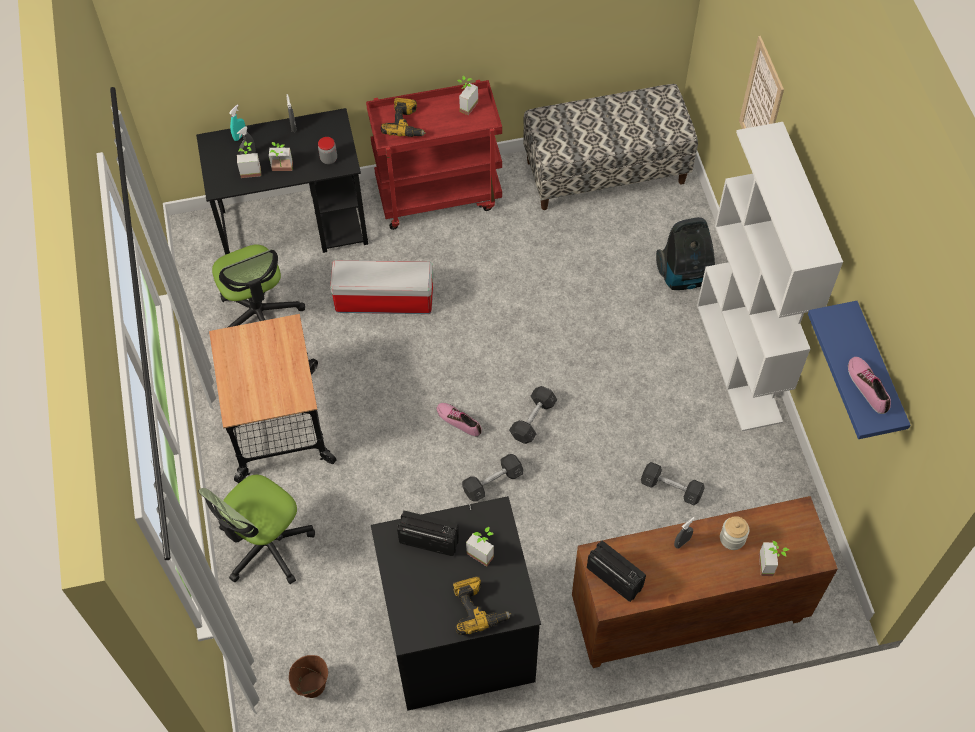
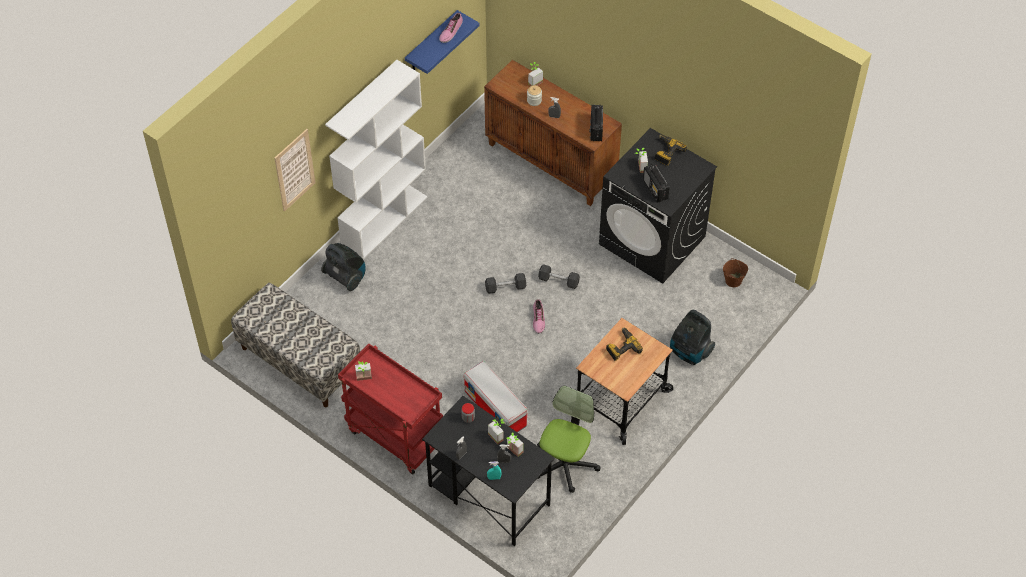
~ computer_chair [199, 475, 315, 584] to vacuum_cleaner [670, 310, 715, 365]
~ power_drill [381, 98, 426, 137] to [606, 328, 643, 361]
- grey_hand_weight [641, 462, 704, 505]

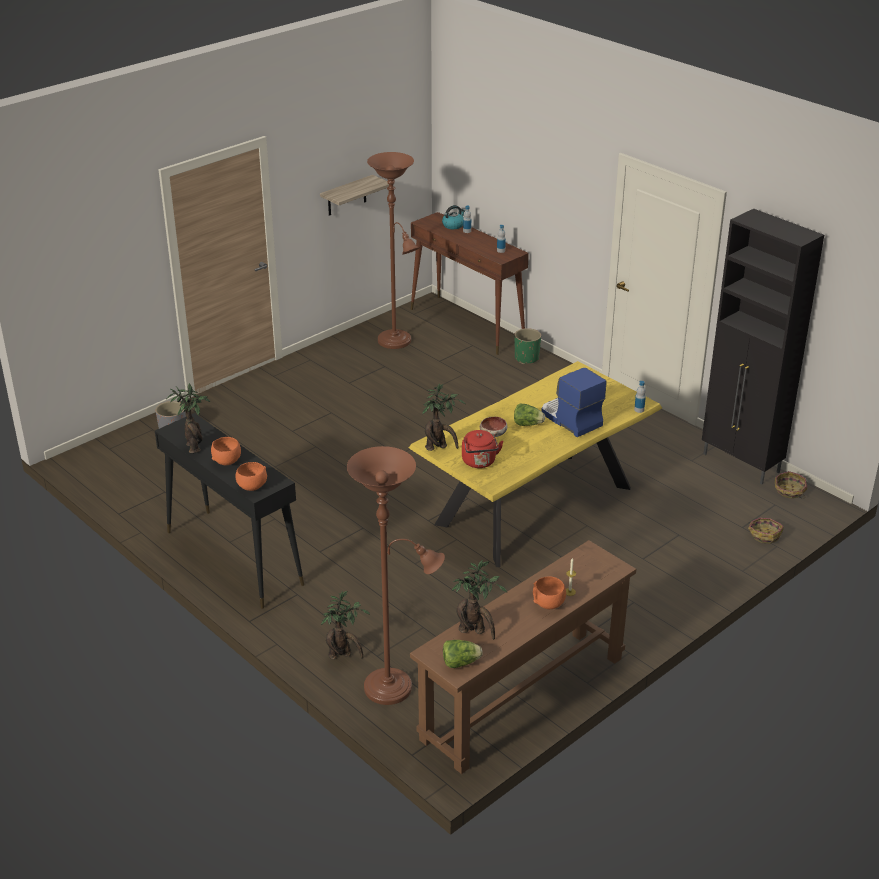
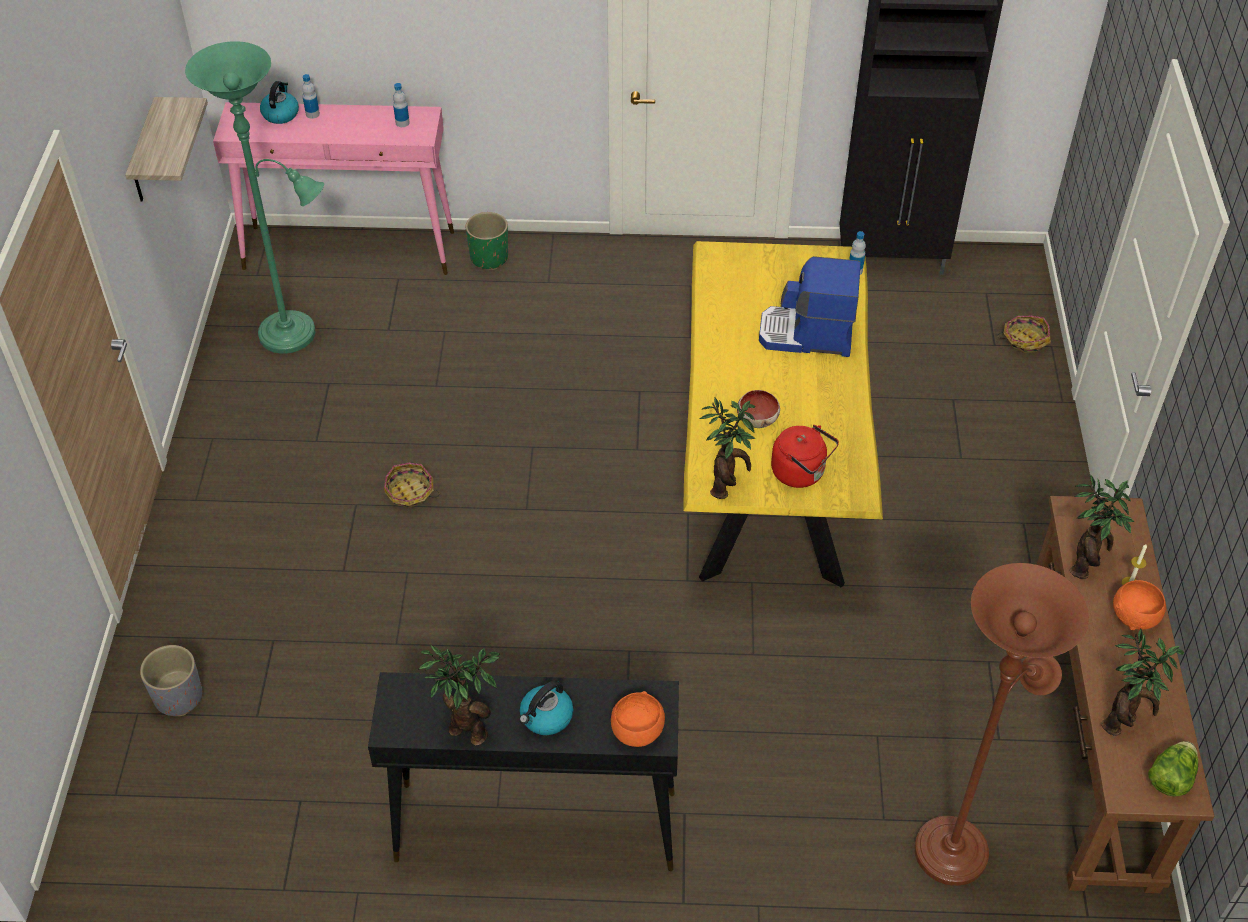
~ orange_bowl [211, 437, 241, 465] to tea_kettle [519, 680, 573, 735]
~ potted_plant [321, 591, 370, 659] to [1070, 475, 1135, 579]
~ brown_standing_lamp [367, 152, 420, 349] to greenish_standing_lamp [185, 41, 324, 354]
~ brown_console_table [411, 212, 529, 355] to pinkish_console_table [213, 102, 454, 275]
- head_of_lettuce [514, 403, 545, 426]
~ storage_basket [775, 471, 808, 499] to [384, 463, 439, 508]

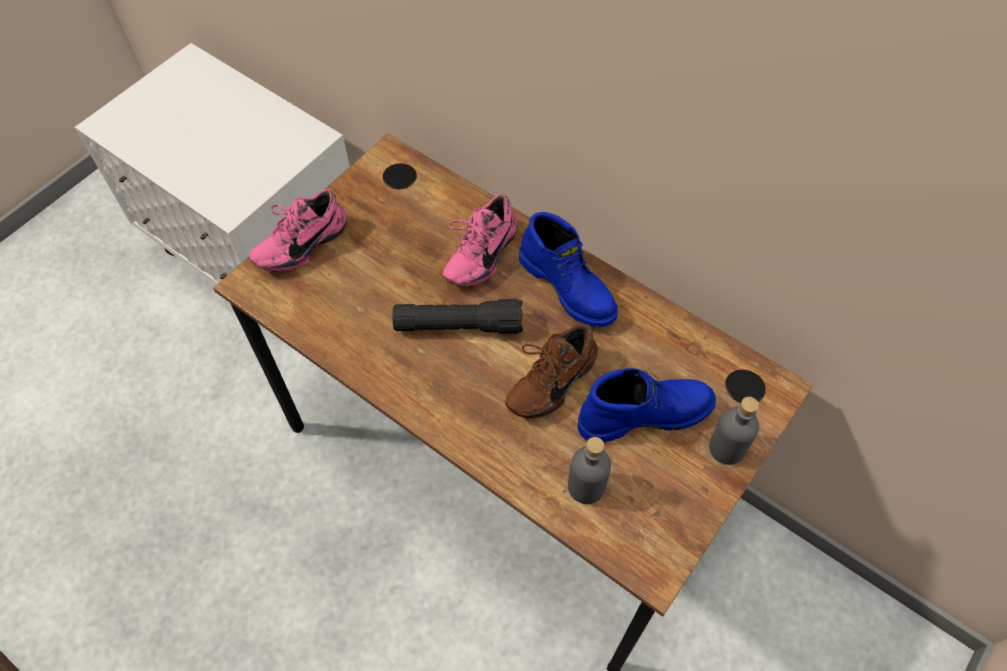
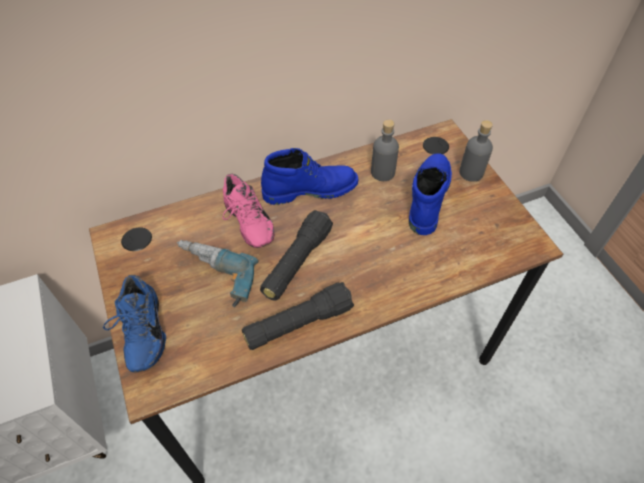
~ pinkish_shoe [249, 190, 347, 272] to blue-coloured_shoe [103, 275, 166, 373]
- brown_shoe [505, 323, 598, 418]
~ grey_bottle [568, 437, 611, 504] to [371, 120, 399, 181]
+ power_drill [177, 240, 258, 307]
+ black_flashlight [242, 282, 354, 350]

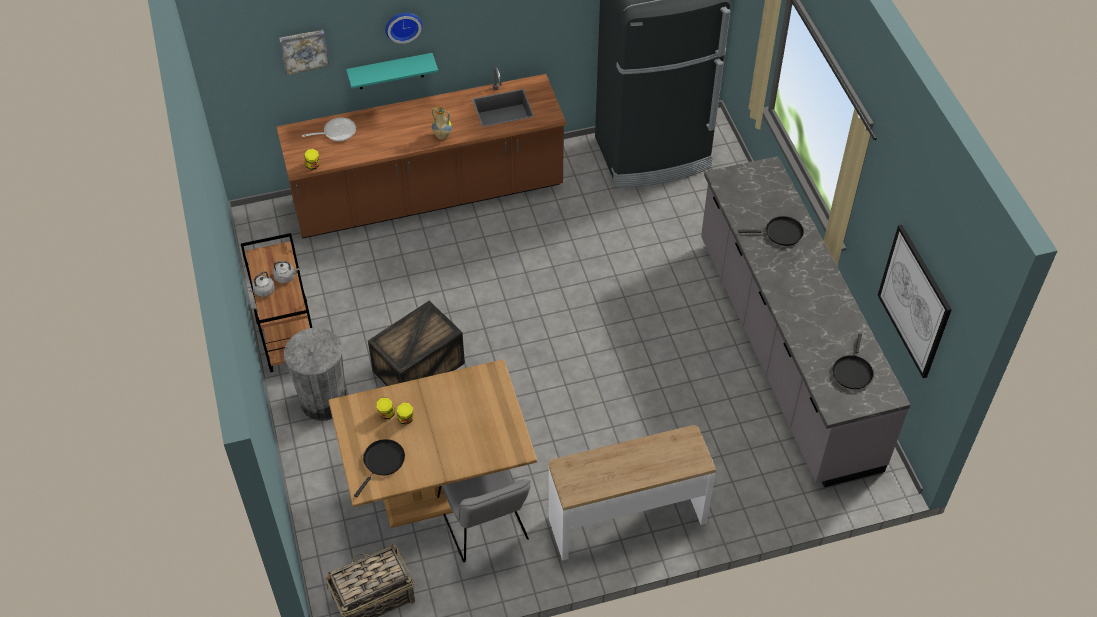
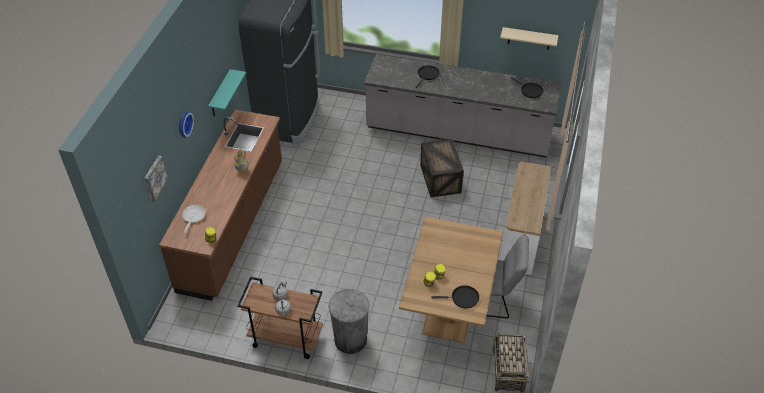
~ turquoise_wall_shelf [346, 53, 438, 89] to [208, 69, 246, 116]
~ black_frying_pan [354, 439, 405, 498] = [431, 285, 479, 309] 120 degrees clockwise
~ packing_crate [368, 301, 465, 386] to [420, 139, 464, 198]
~ picture [878, 225, 952, 378] to sand-coloured_wall_shelf [500, 27, 559, 50]

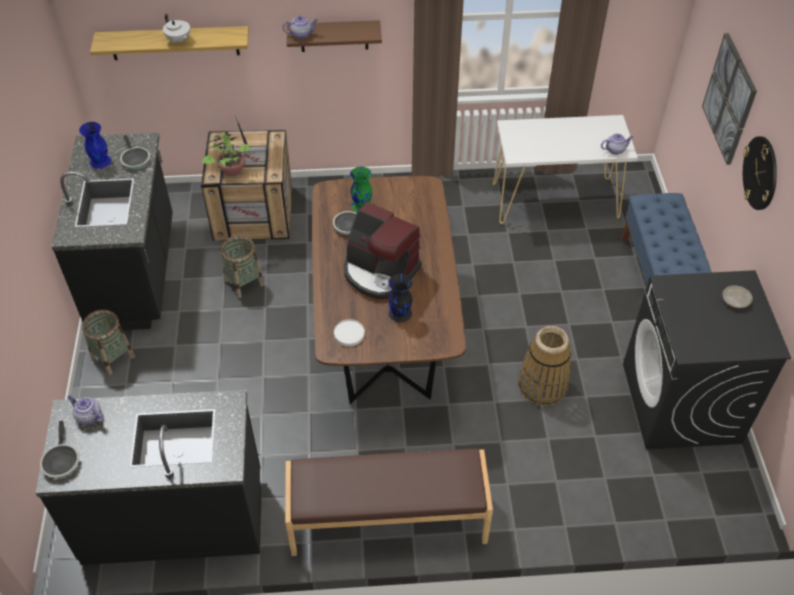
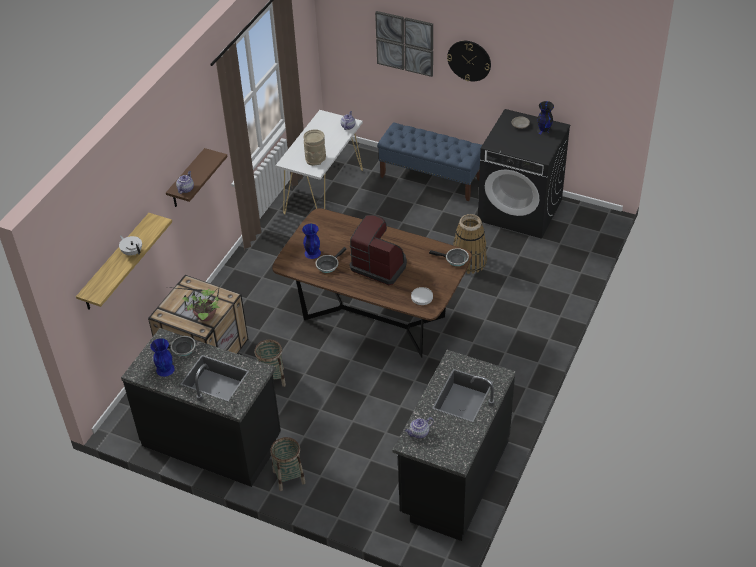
~ frying_pan [40, 421, 79, 478] to [429, 248, 469, 266]
~ white_tea_pot [163, 14, 190, 43] = [119, 235, 142, 256] 120 degrees counterclockwise
- brown_long_seat [285, 449, 493, 556]
~ coffee_machine [344, 202, 422, 299] = [350, 215, 407, 285] 120 degrees counterclockwise
~ greenish_vase [350, 167, 373, 212] to blue-coloured_vase [302, 224, 321, 259]
~ black_vase [388, 274, 413, 322] to [537, 101, 554, 135]
+ sand-coloured_vase [304, 129, 326, 166]

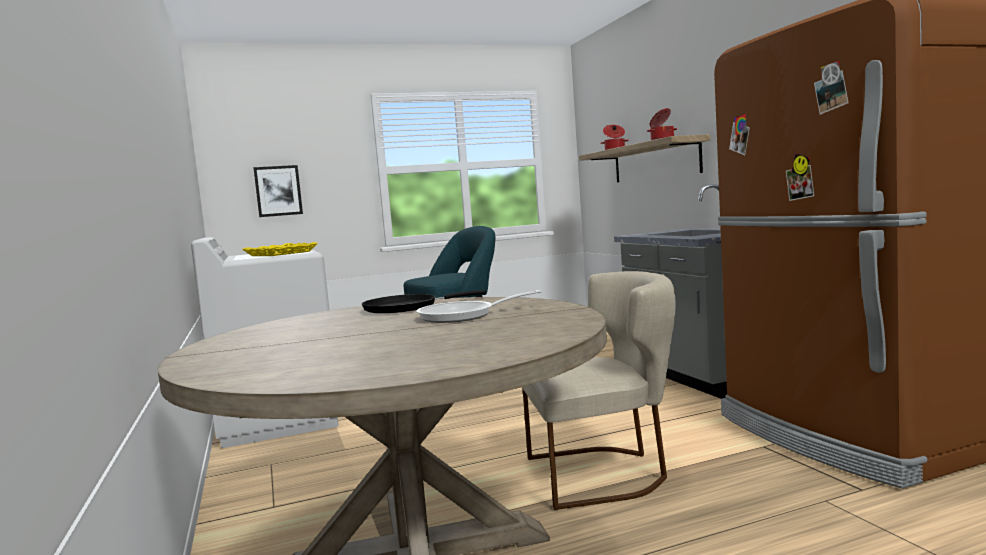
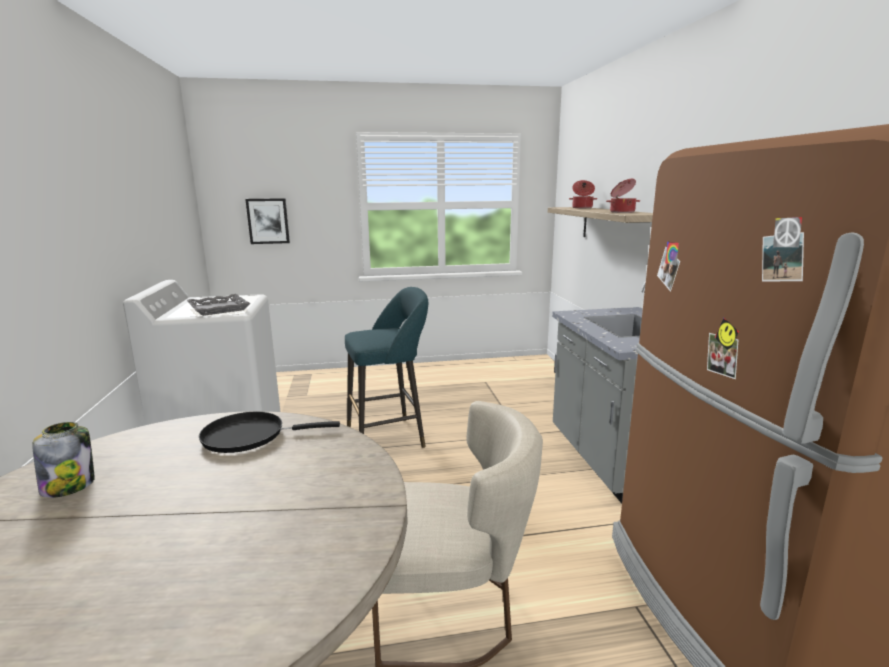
~ yellow-coloured_tray [242, 242, 318, 256] to grey_tray [187, 294, 250, 316]
- frying_pan [417, 290, 541, 323]
+ preserve_jar [32, 422, 95, 498]

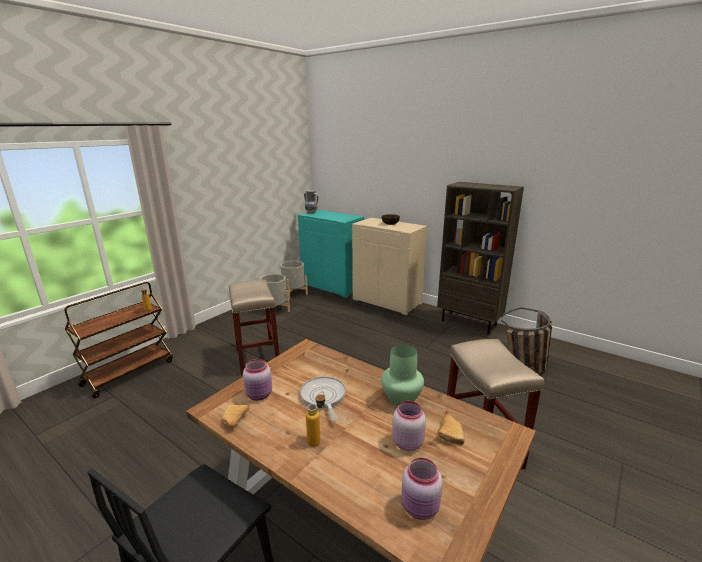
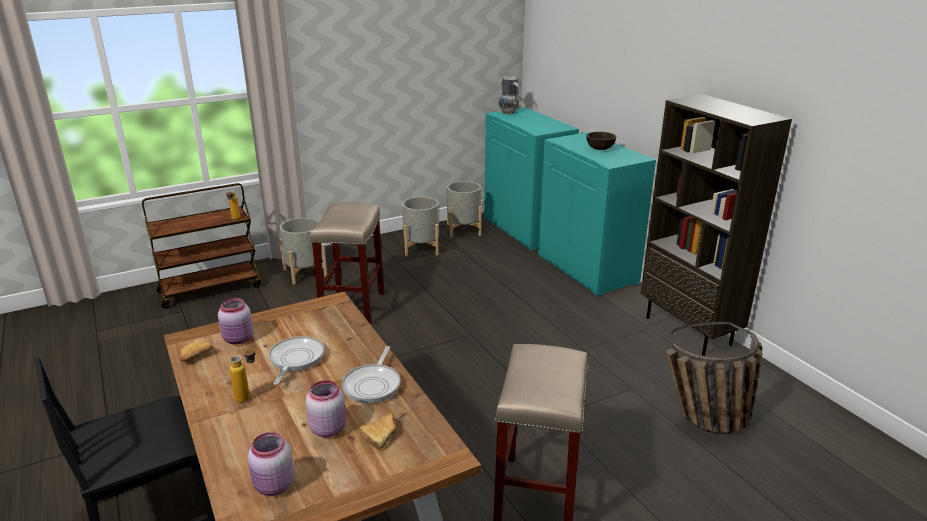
~ sand-coloured_cabinet [352, 218, 427, 315] to turquoise_cabinet [538, 132, 656, 297]
~ greenish_vase [381, 344, 424, 406] to frying_pan [342, 346, 400, 404]
+ grey_flower_pot [279, 218, 327, 284]

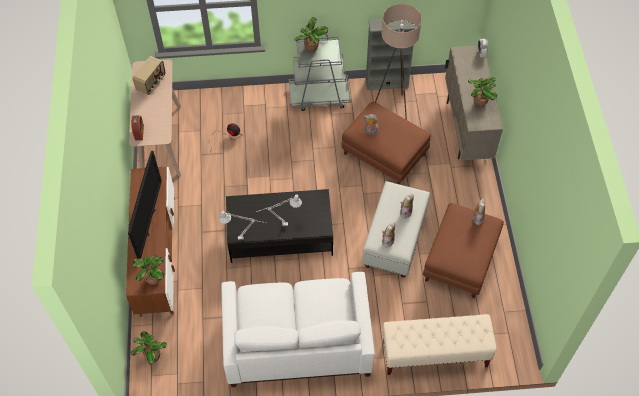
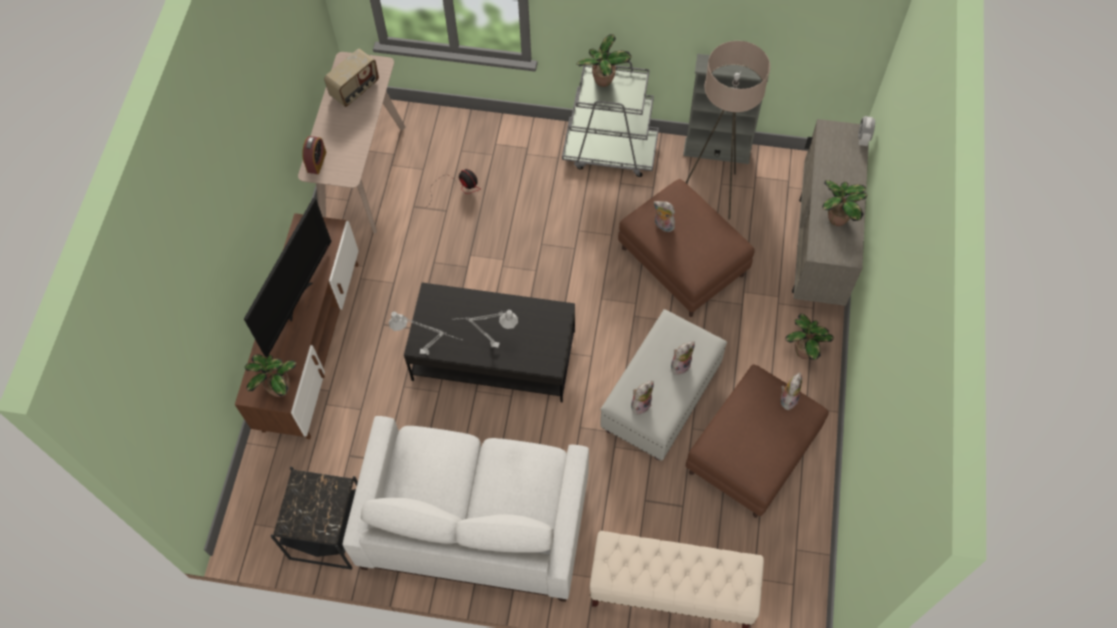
~ potted_plant [131, 332, 167, 364] to [785, 313, 834, 360]
+ black_side_table [271, 466, 358, 570]

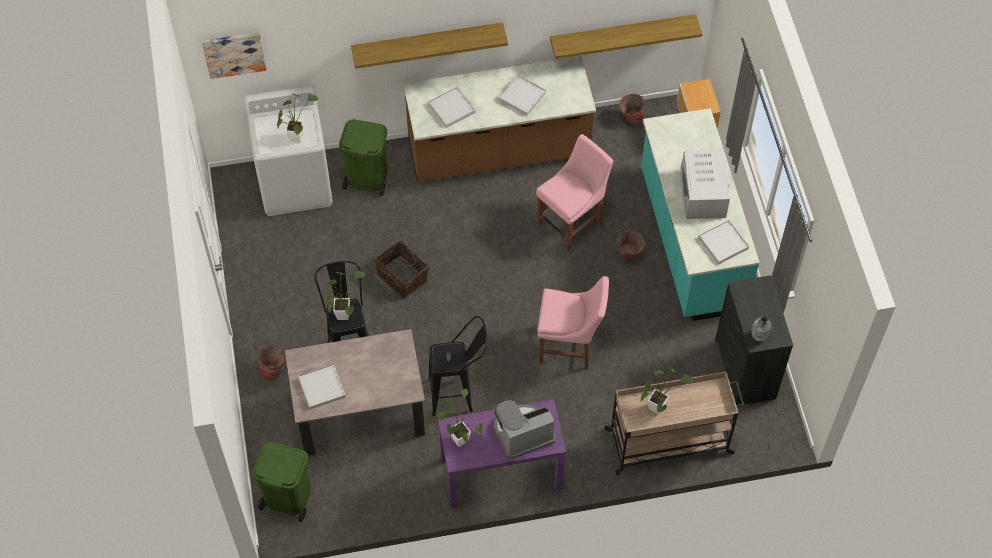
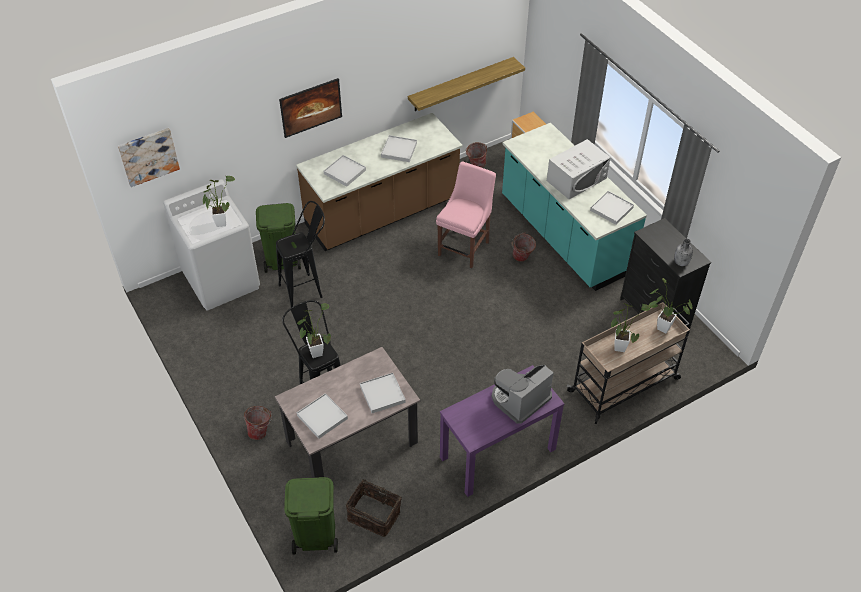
~ wall_shelf [351, 22, 508, 69] to picture [279, 78, 342, 138]
~ storage_basket [376, 241, 429, 298] to [346, 479, 402, 537]
~ black_sitting_stool [428, 316, 487, 416] to [276, 201, 325, 307]
~ potted_plant [438, 389, 483, 447] to [648, 278, 692, 334]
- pinkish_plain_chair [537, 276, 609, 369]
~ white_microwave [681, 149, 730, 219] = [547, 139, 610, 199] 105 degrees counterclockwise
+ white_tray [360, 373, 406, 413]

